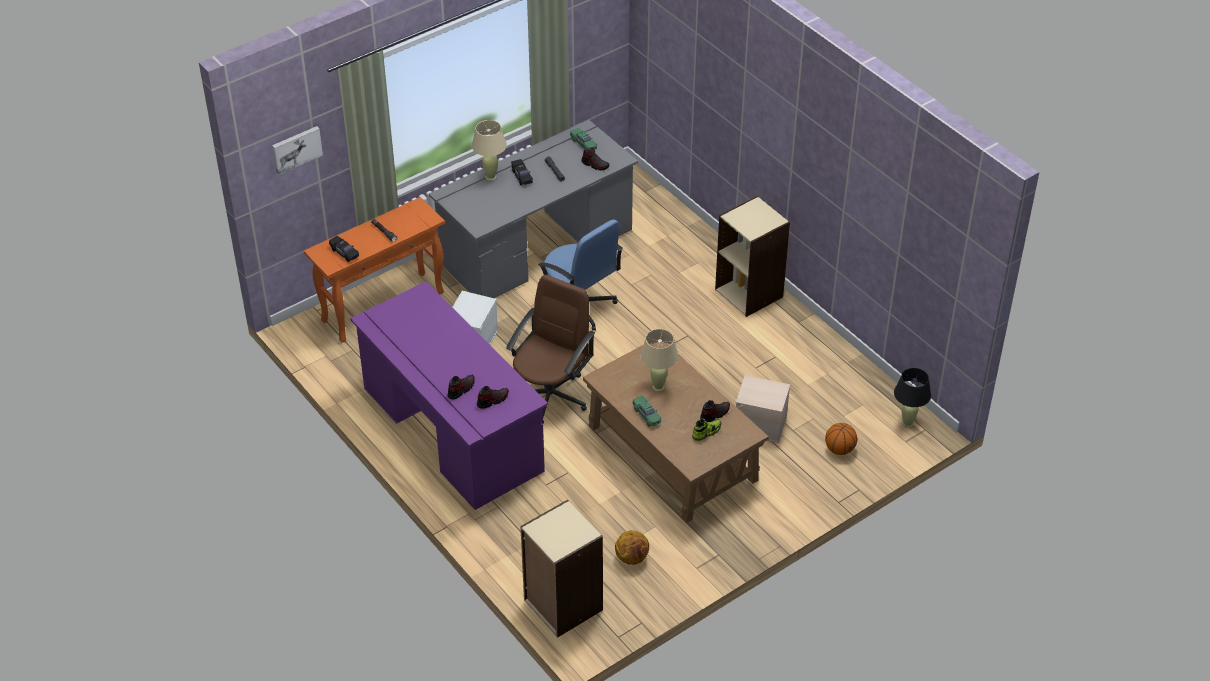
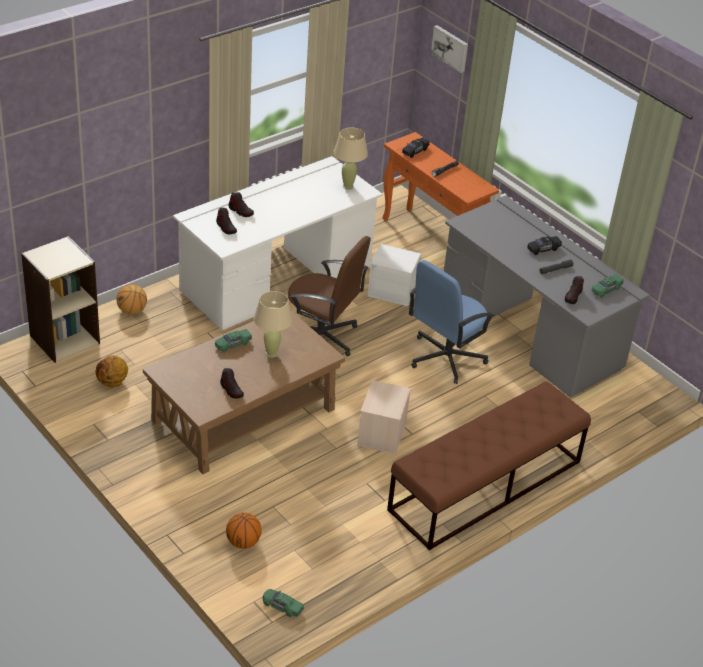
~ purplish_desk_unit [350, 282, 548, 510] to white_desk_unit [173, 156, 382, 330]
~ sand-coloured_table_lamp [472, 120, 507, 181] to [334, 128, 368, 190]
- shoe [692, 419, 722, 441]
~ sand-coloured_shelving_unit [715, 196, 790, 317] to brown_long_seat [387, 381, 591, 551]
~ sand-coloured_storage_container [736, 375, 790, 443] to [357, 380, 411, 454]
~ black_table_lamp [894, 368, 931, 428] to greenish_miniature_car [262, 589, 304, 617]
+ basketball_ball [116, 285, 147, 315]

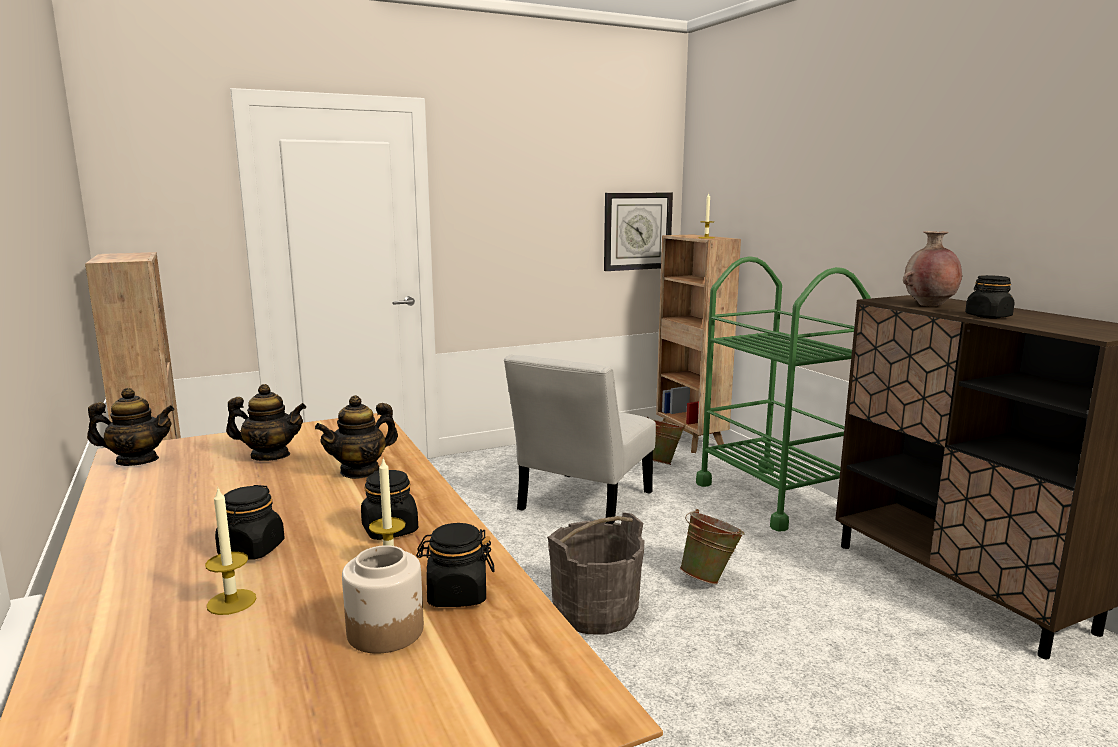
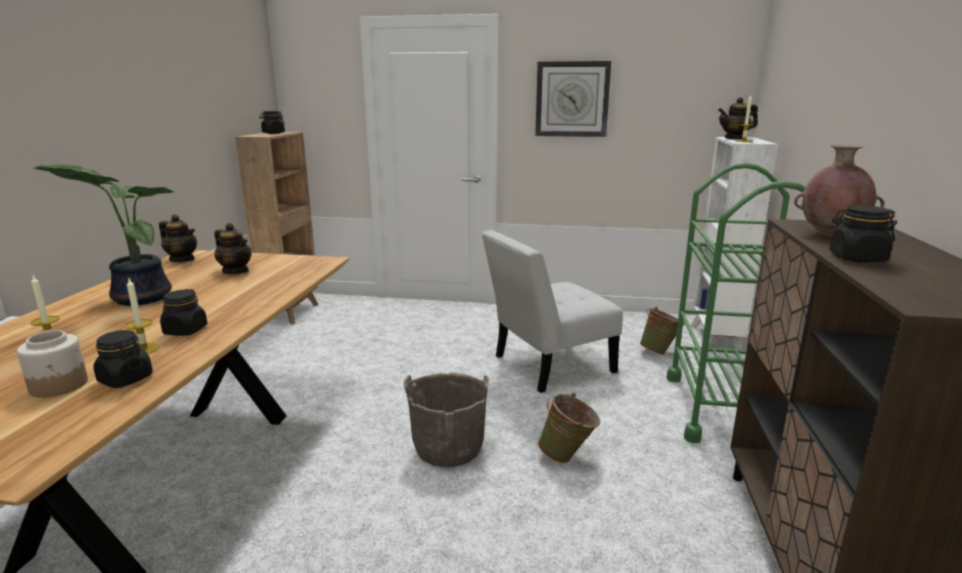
~ black_preserve_jar [215, 485, 285, 559] to [259, 111, 285, 134]
~ tea_pot [315, 395, 398, 479] to [718, 97, 758, 139]
~ wall_clock [604, 193, 673, 271] to [535, 61, 611, 137]
~ brown_shelving_unit [656, 234, 741, 453] to white_shelving_unit [690, 137, 778, 350]
+ potted_plant [33, 164, 174, 306]

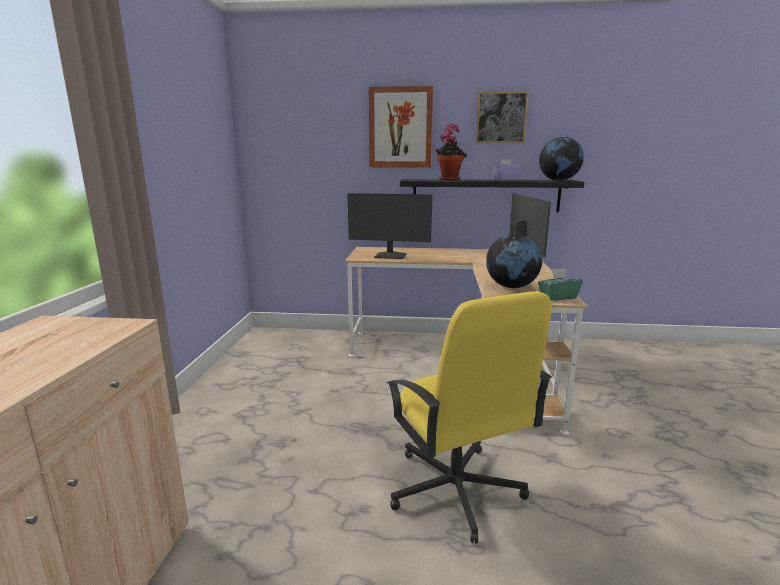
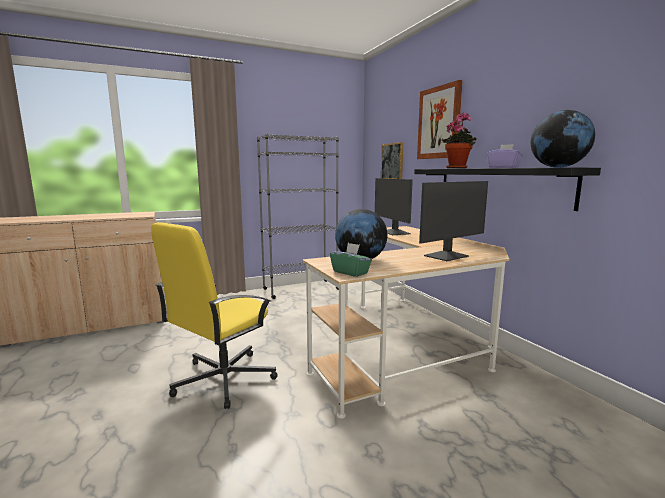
~ picture [476, 91, 529, 143] to [381, 142, 403, 179]
+ grey_shelving_unit [257, 134, 339, 299]

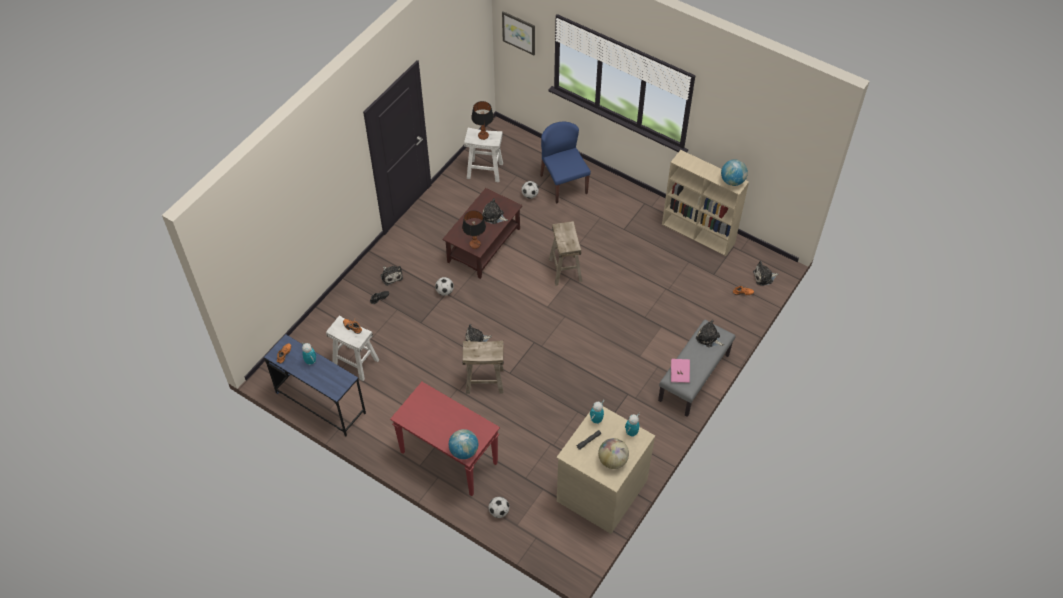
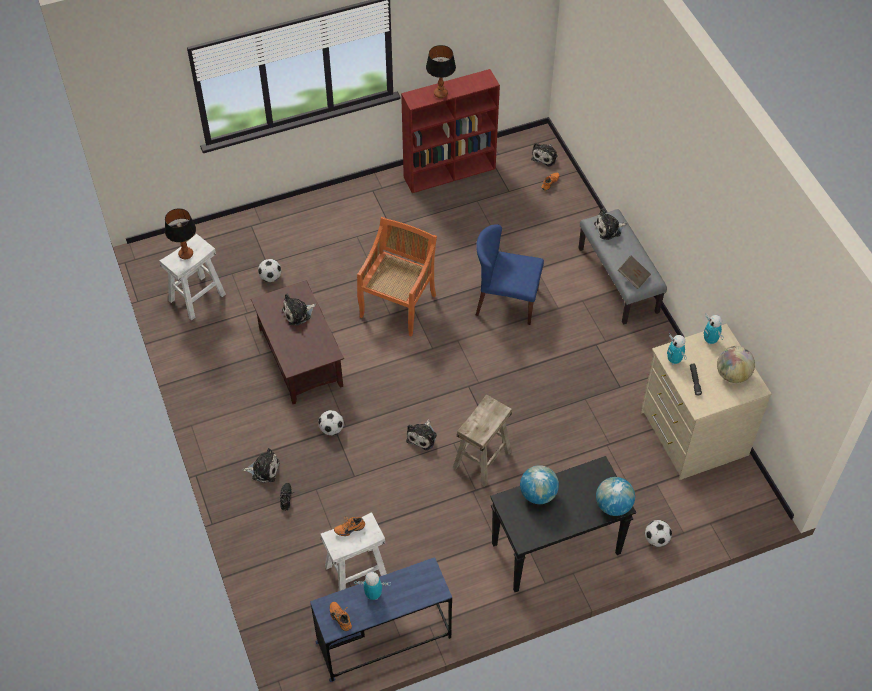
~ reddish_console_table [390, 382, 500, 496] to black_console_table [490, 456, 636, 592]
~ table_lamp [462, 210, 486, 249] to [426, 45, 456, 98]
- picture [502, 11, 535, 55]
~ blue-coloured_plain_chair [540, 122, 591, 204] to [475, 224, 544, 325]
~ sand-coloured_sitting_stool [549, 221, 582, 286] to orange_plain_chair [357, 217, 437, 337]
~ sand-coloured_shelving_unit [662, 150, 749, 256] to reddish_shelving_unit [401, 69, 500, 193]
~ pinkish_book [671, 359, 690, 383] to brown_book [618, 256, 651, 289]
~ desk_globe [721, 160, 748, 186] to [520, 465, 559, 504]

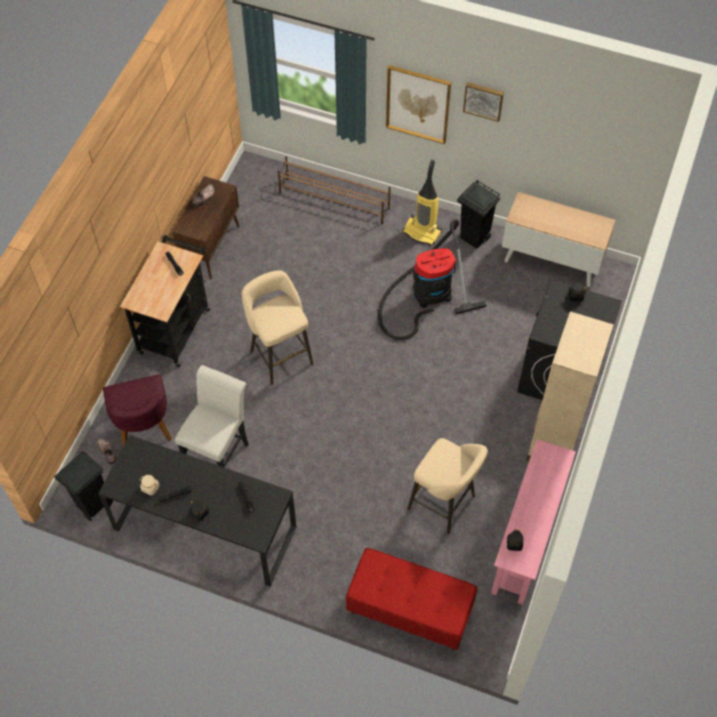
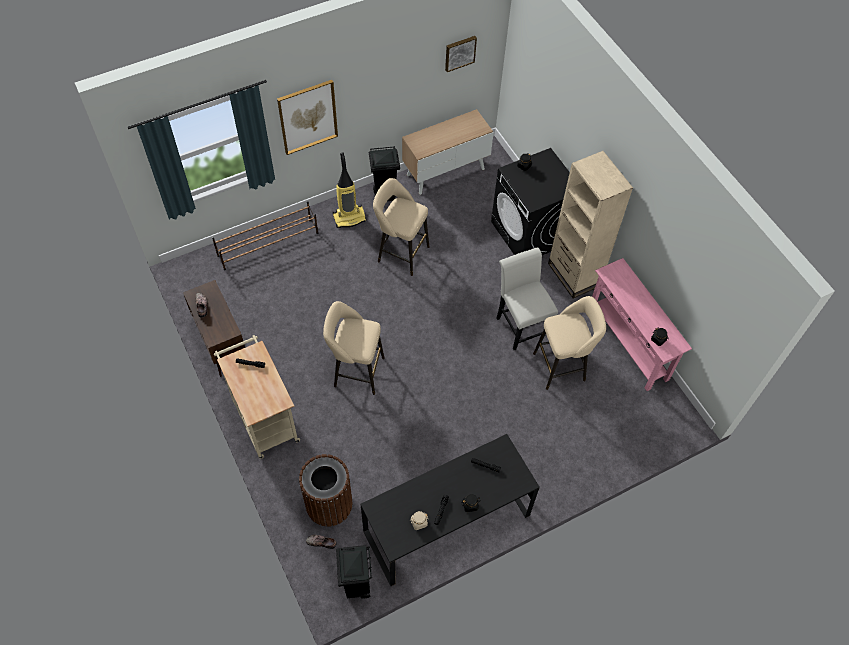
~ purplish_plain_chair [103, 374, 172, 446] to brown_waste_bin [299, 454, 352, 527]
~ black_wheeled_cart [120, 235, 210, 367] to sand-coloured_wheeled_cart [214, 335, 300, 459]
~ white_plain_chair [175, 365, 248, 468] to [497, 247, 558, 350]
- reddish_long_seat [346, 548, 477, 651]
~ vacuum_cleaner [378, 219, 486, 340] to sand-coloured_sitting_stool [373, 178, 430, 276]
~ picture [463, 82, 504, 122] to [445, 36, 477, 72]

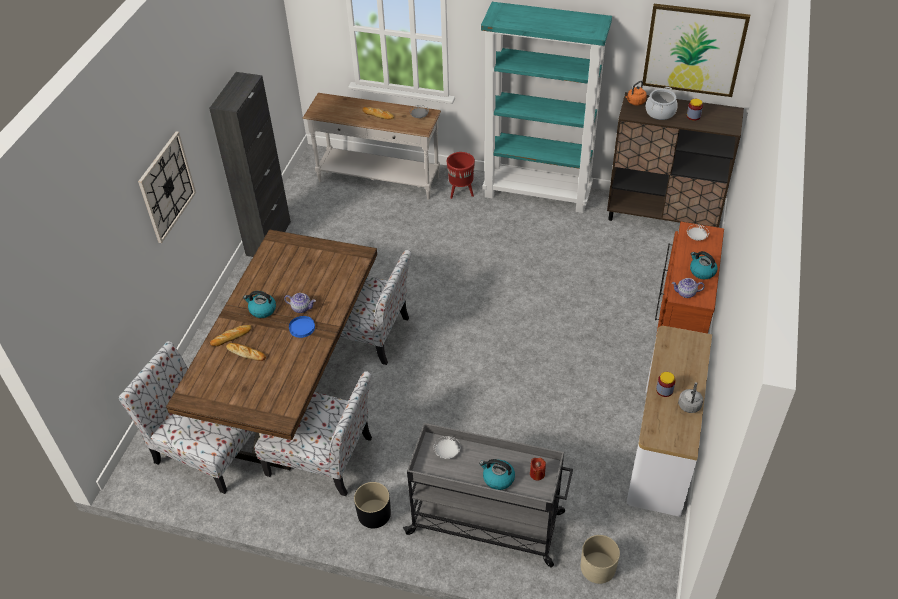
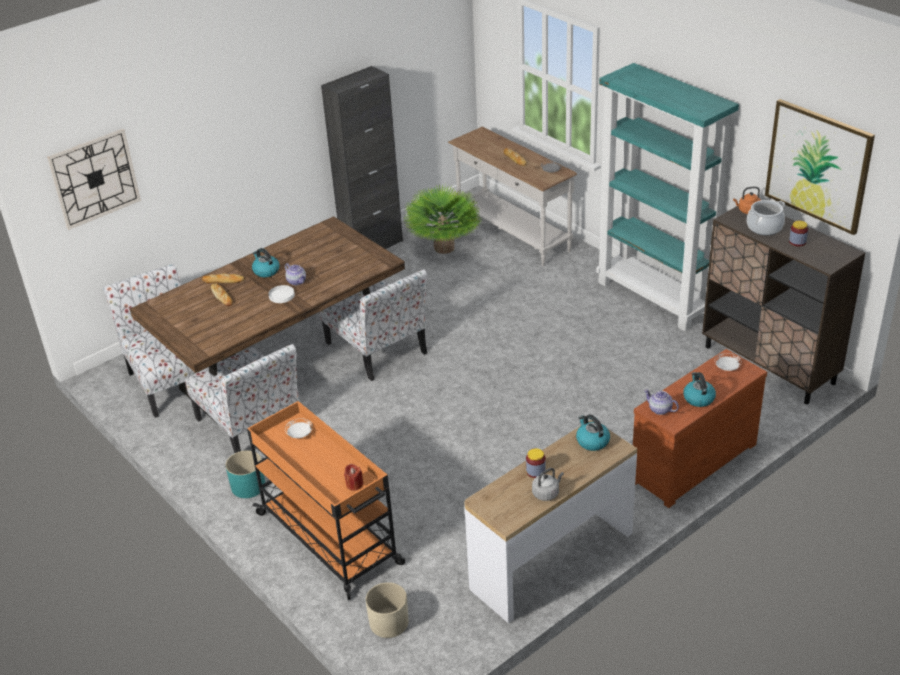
~ wall_clock [138, 131, 196, 243] to [47, 129, 141, 230]
~ blue-coloured_flat_dish [289, 316, 315, 338] to white_flat_dish [269, 285, 295, 303]
~ black_flower_pot [354, 482, 391, 528] to turquoise_flower_pot [225, 450, 265, 498]
~ grey_wheeled_cart [403, 423, 573, 567] to orange_wheeled_cart [247, 401, 405, 600]
- reddish_flower_pot [447, 152, 475, 199]
~ tea_kettle [479, 459, 515, 490] to [576, 414, 610, 451]
+ potted_plant [402, 184, 482, 254]

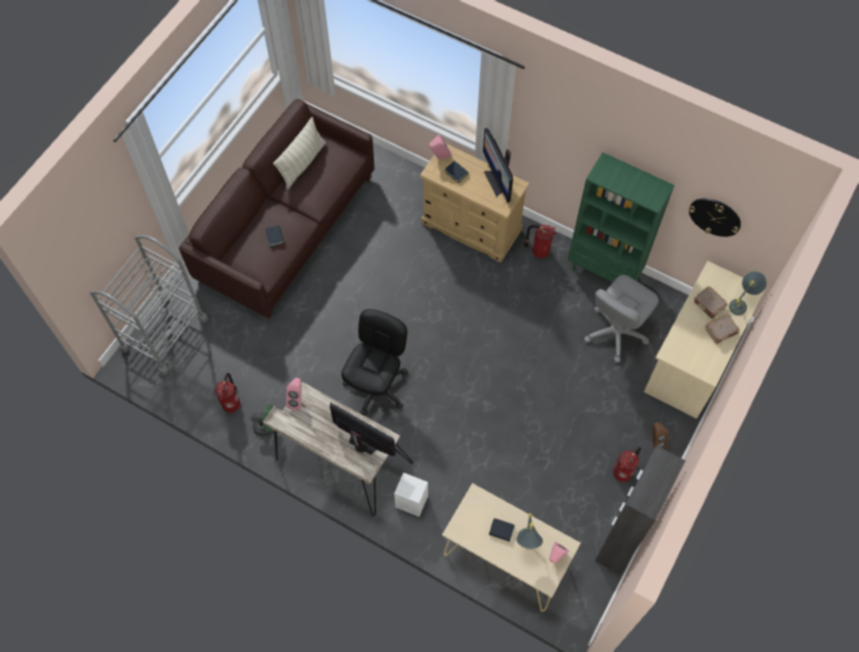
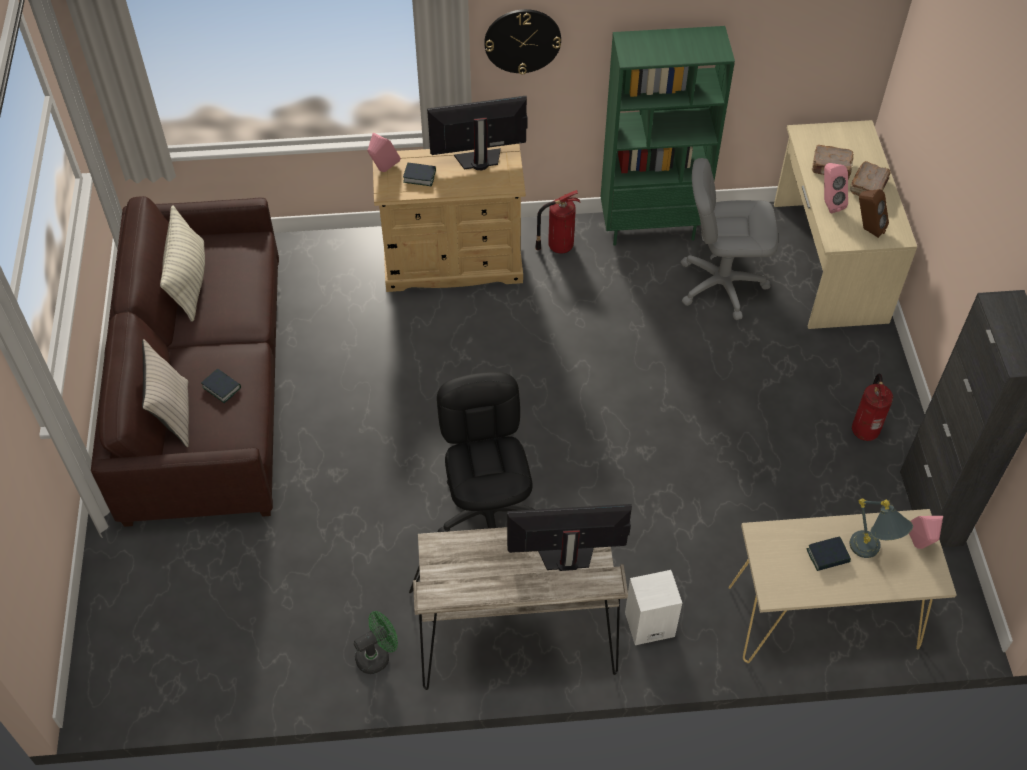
- grey_wheeled_cart [90, 235, 208, 375]
- extinguisher [215, 373, 240, 413]
~ pinkish_speaker [286, 378, 301, 411] to [824, 163, 848, 213]
~ computer_screen [483, 128, 513, 203] = [427, 96, 528, 170] 135 degrees clockwise
~ grey_computer_chair [584, 275, 659, 363] = [681, 158, 779, 320] 90 degrees clockwise
~ brown_speaker [653, 422, 668, 450] to [859, 189, 889, 238]
~ wall_clock [689, 198, 741, 237] to [484, 9, 561, 75]
- grey_table_lamp [729, 271, 767, 315]
+ sand-coloured_pillow [142, 339, 189, 447]

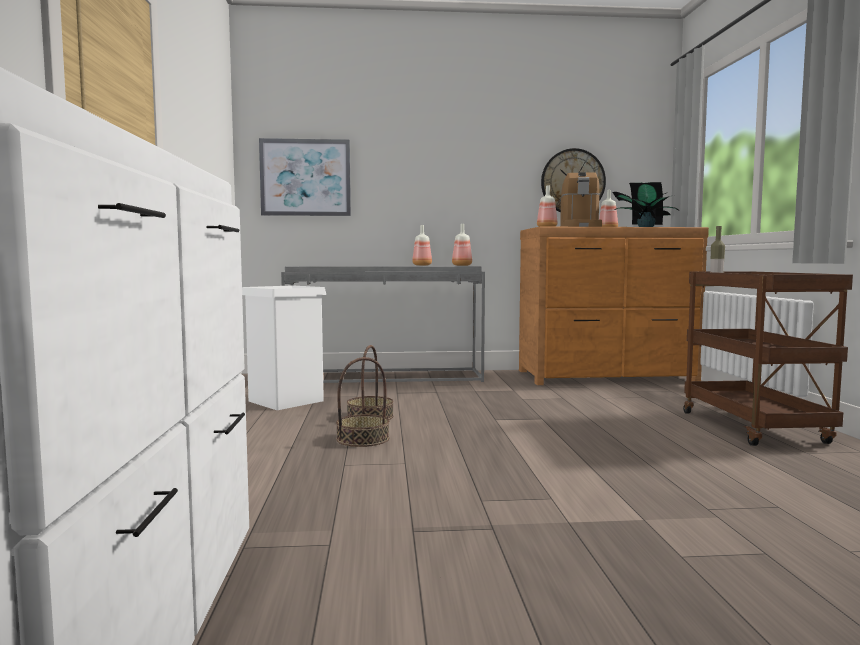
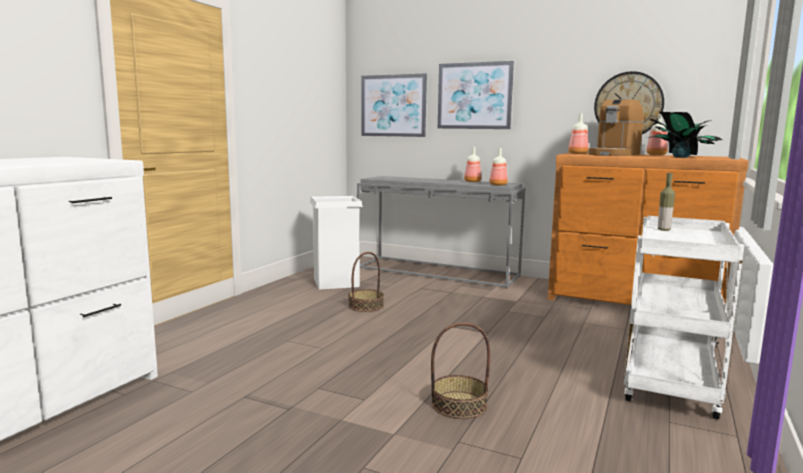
~ storage_basket [336, 357, 390, 447] to [431, 322, 490, 419]
~ brown_wheeled_cart [683, 271, 853, 446] to white_wheeled_cart [624, 216, 744, 419]
+ picture [438, 61, 514, 129]

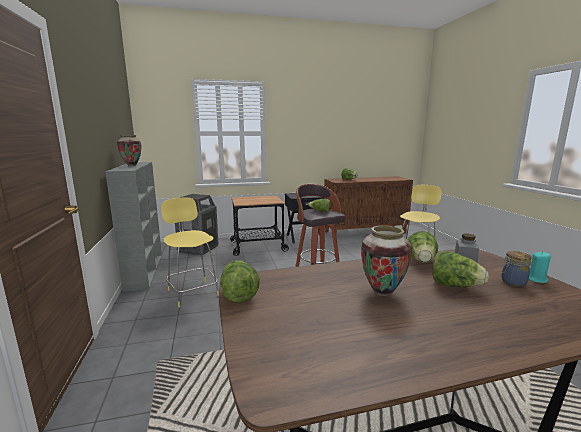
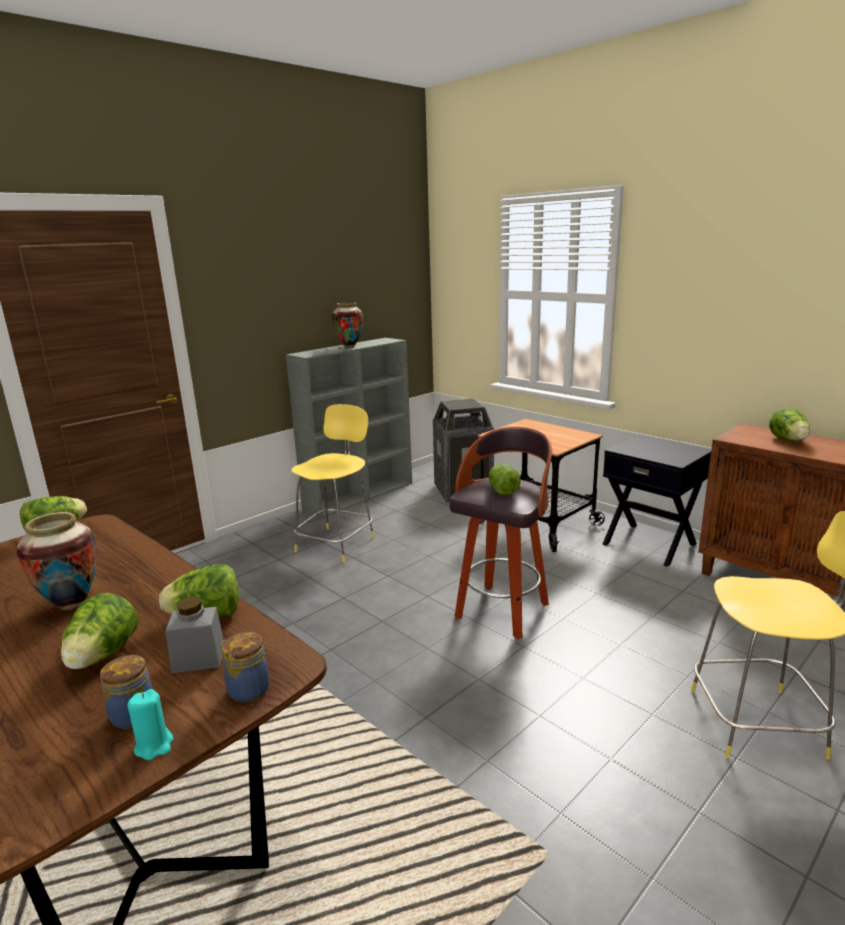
+ preserve_jar [221, 632, 270, 702]

